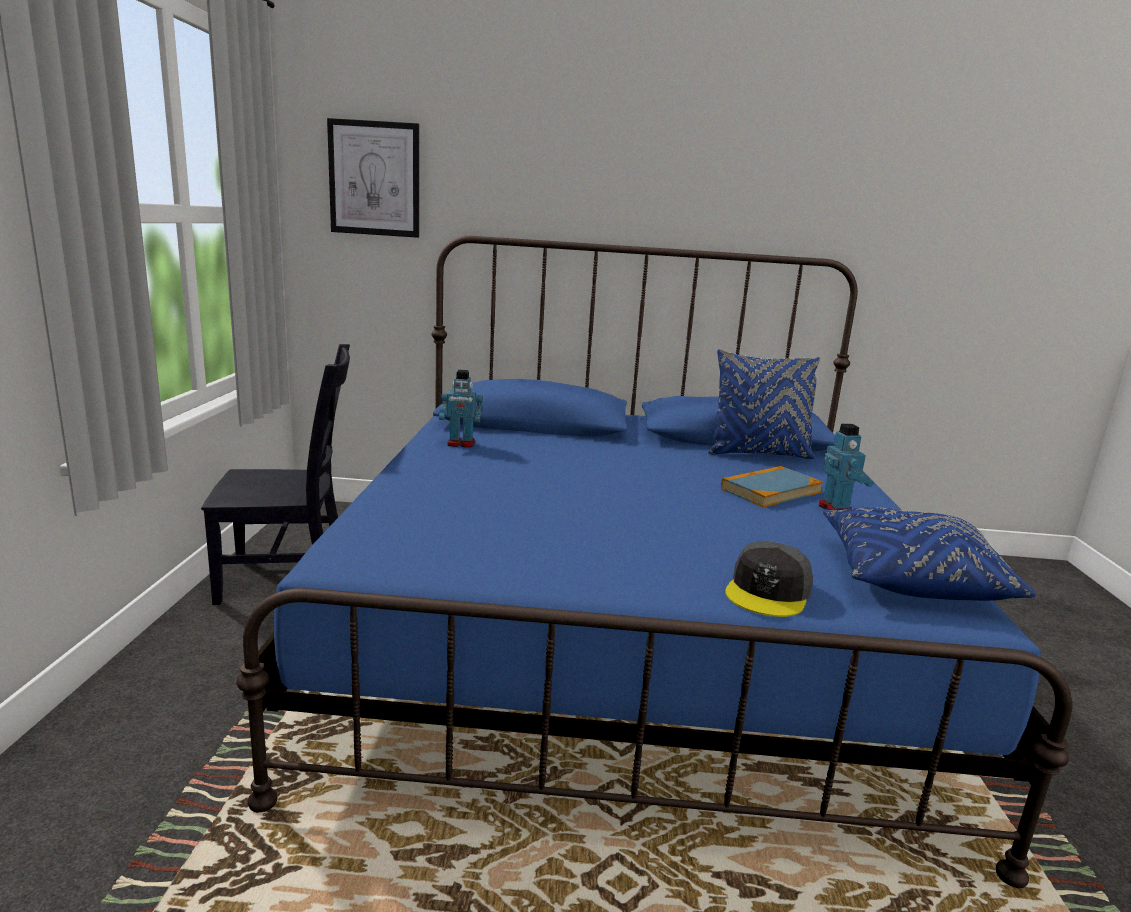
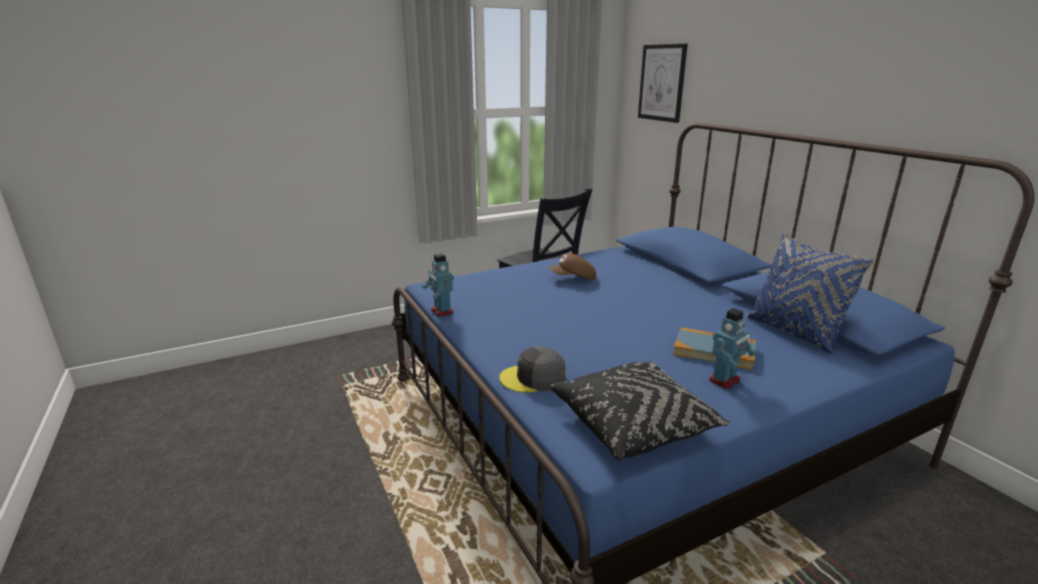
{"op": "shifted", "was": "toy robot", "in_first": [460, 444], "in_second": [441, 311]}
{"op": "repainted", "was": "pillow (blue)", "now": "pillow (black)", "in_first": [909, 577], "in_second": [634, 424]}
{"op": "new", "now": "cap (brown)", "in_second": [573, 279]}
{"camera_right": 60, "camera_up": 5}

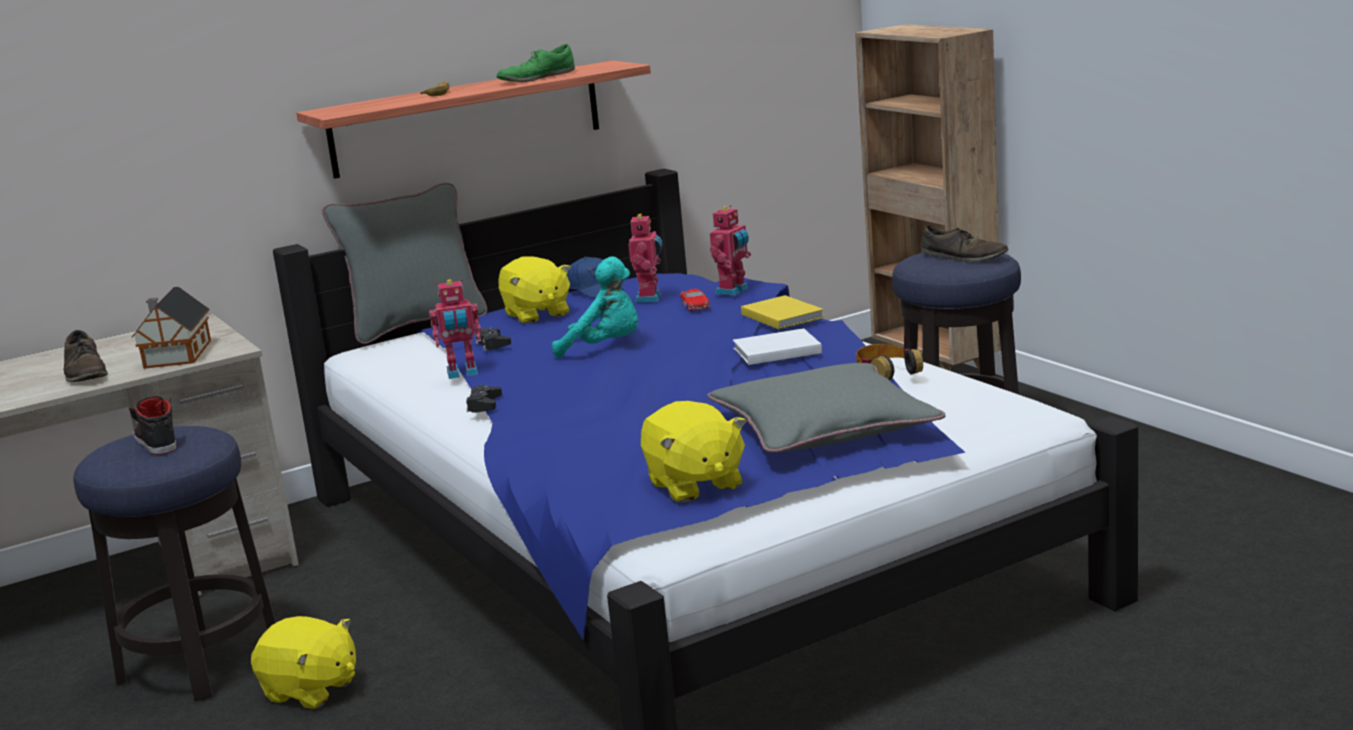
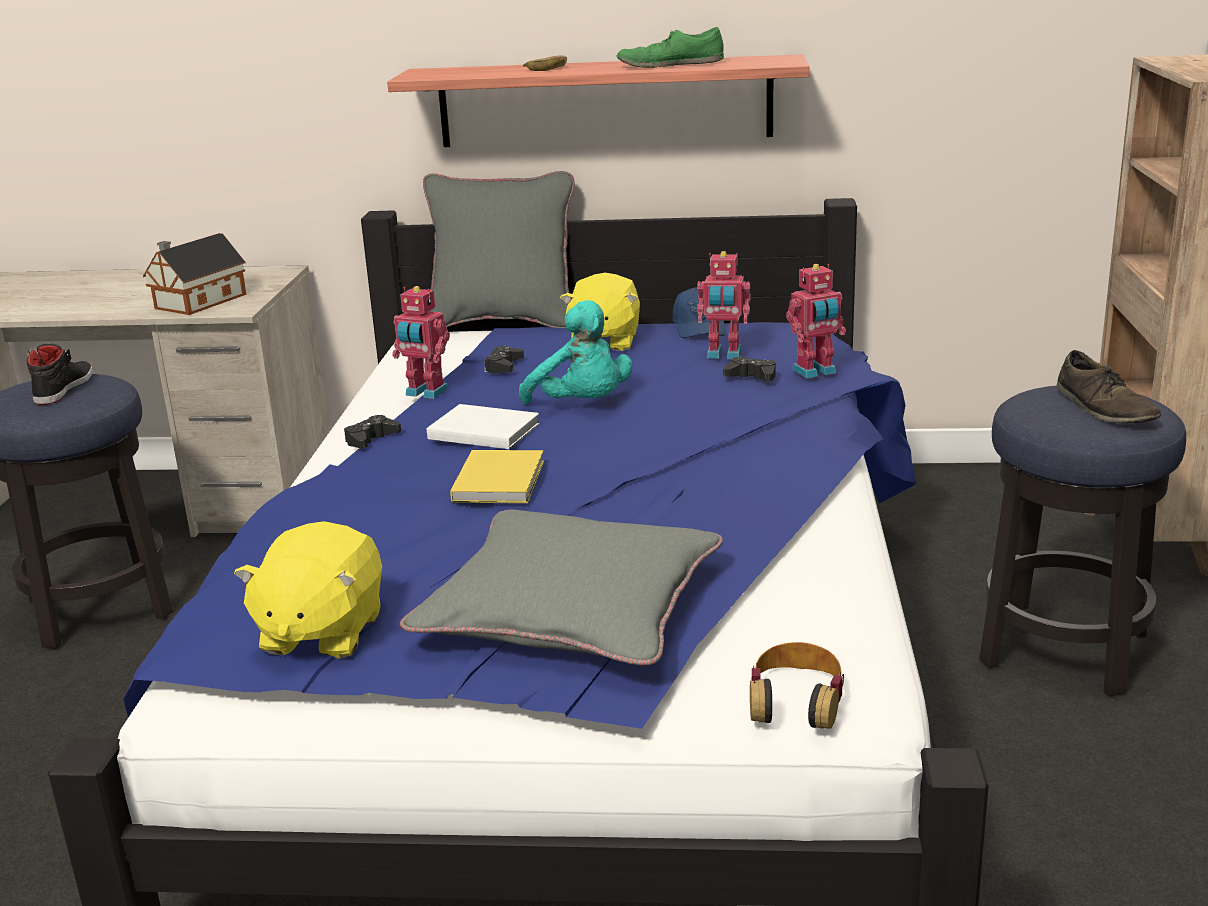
{"op": "gone", "was": "shoe (brown)", "in_first": [86, 372]}
{"op": "gone", "was": "plush toy (yellow)", "in_first": [311, 690]}
{"op": "rotated", "was": "toy robot", "in_first": [650, 298], "in_second": [724, 355], "clockwise": 60}
{"op": "swapped", "was": "toy car (red)", "now": "game controller (black)", "in_first": [695, 303], "in_second": [751, 376]}
{"op": "shifted", "was": "book (white)", "in_first": [774, 351], "in_second": [482, 430]}
{"op": "shifted", "was": "book (yellow)", "in_first": [782, 315], "in_second": [501, 480]}
{"op": "shifted", "was": "headphones", "in_first": [887, 370], "in_second": [796, 699]}
{"camera_right": 35, "camera_up": 5}

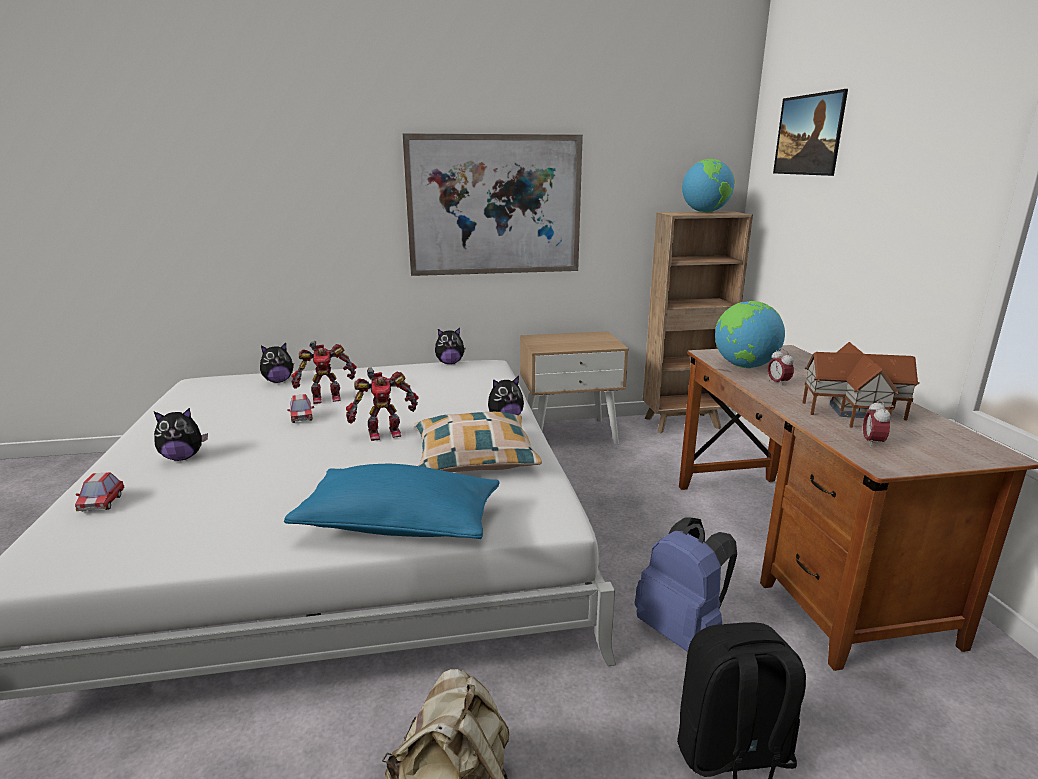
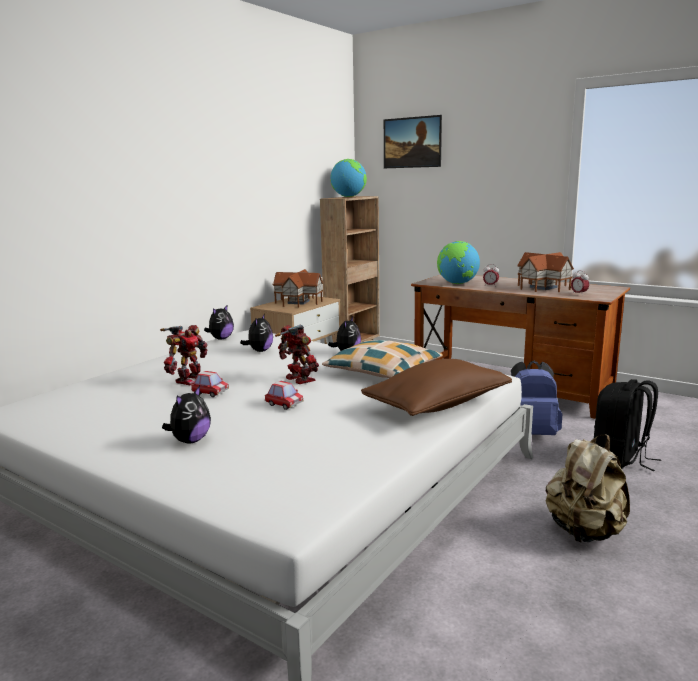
{"op": "shifted", "was": "toy car", "in_first": [102, 503], "in_second": [284, 404]}
{"op": "shifted", "was": "plush toy", "in_first": [278, 381], "in_second": [259, 351]}
{"op": "repainted", "was": "pillow (blue)", "now": "pillow (brown)", "in_first": [399, 525], "in_second": [437, 405]}
{"op": "rotated", "was": "toy robot", "in_first": [384, 433], "in_second": [298, 380], "clockwise": -60}
{"op": "gone", "was": "picture", "in_first": [495, 206]}
{"op": "new", "now": "toy house", "in_second": [299, 302]}
{"camera_right": -45, "camera_up": -5}

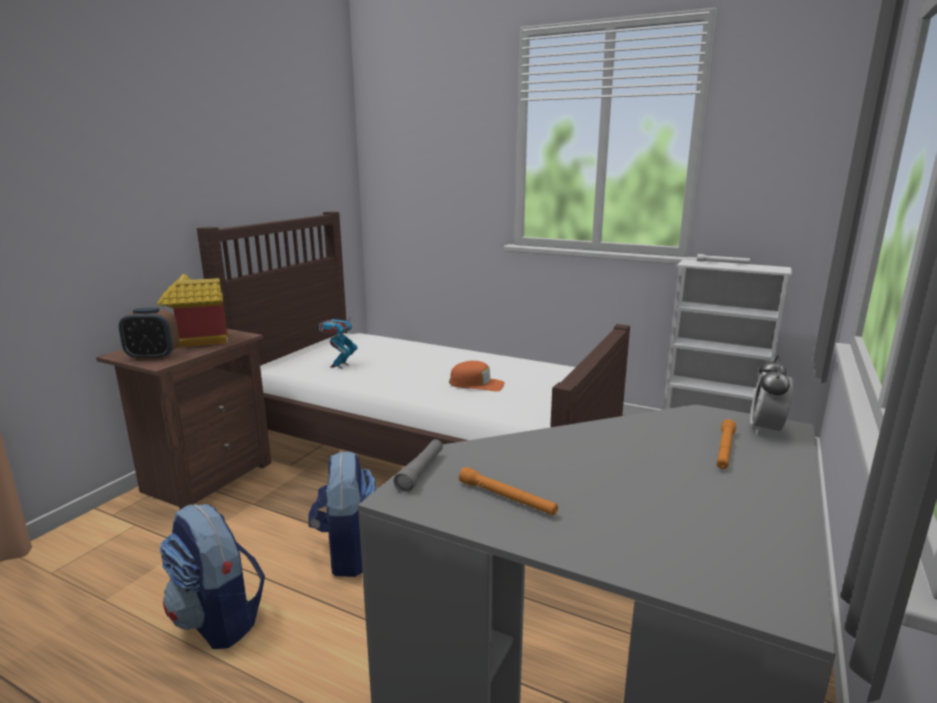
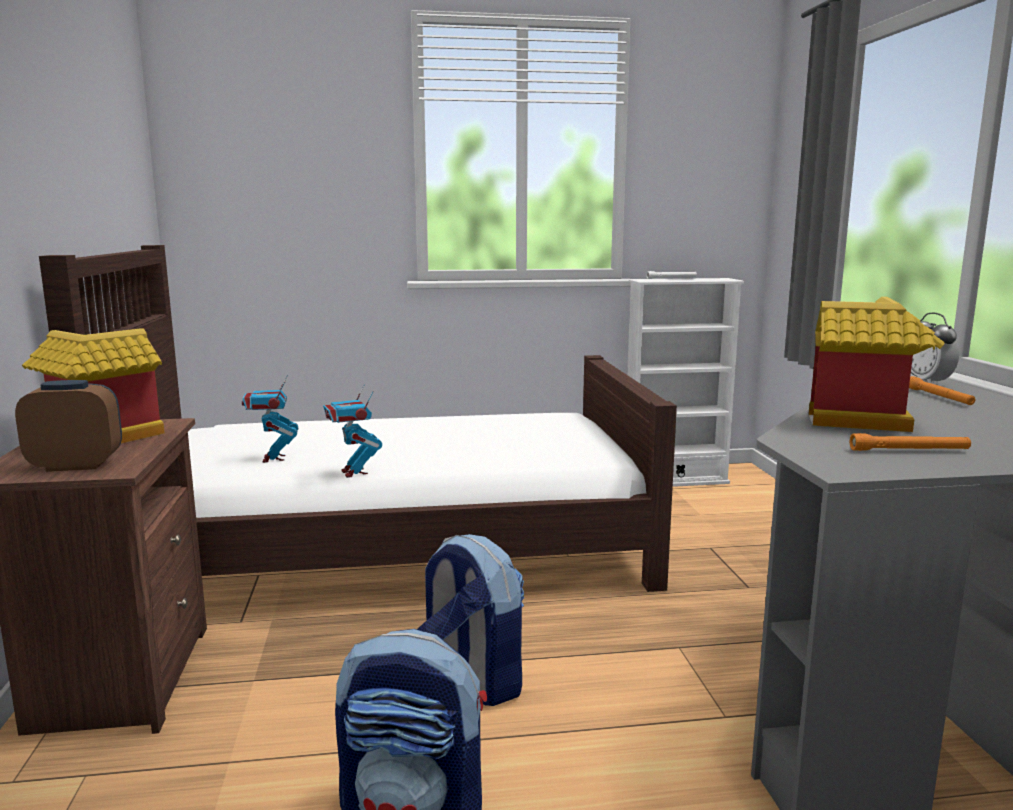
{"op": "rotated", "was": "alarm clock", "in_first": [153, 356], "in_second": [76, 465], "clockwise": -150}
{"op": "gone", "was": "flashlight (grey)", "in_first": [421, 472]}
{"op": "gone", "was": "cap (orange)", "in_first": [477, 384]}
{"op": "new", "now": "toy robot", "in_second": [354, 472]}
{"op": "new", "now": "toy house", "in_second": [866, 421]}
{"camera_right": -35, "camera_up": -5}

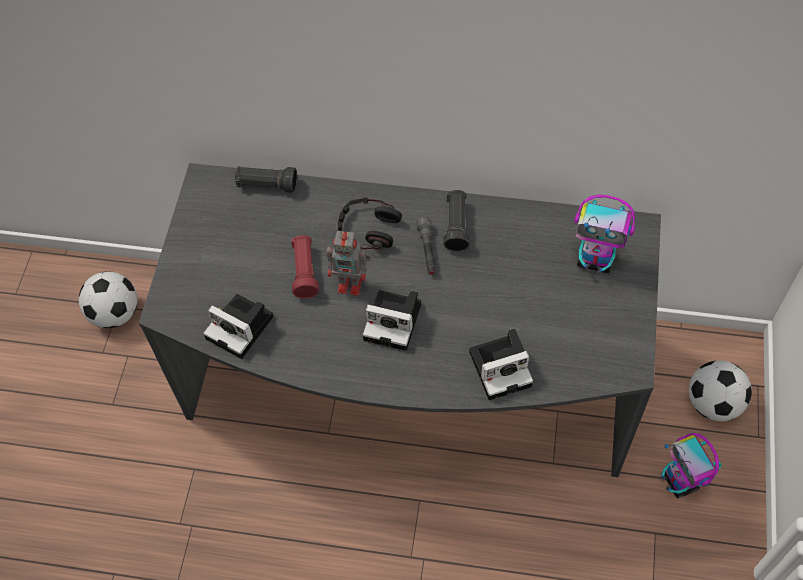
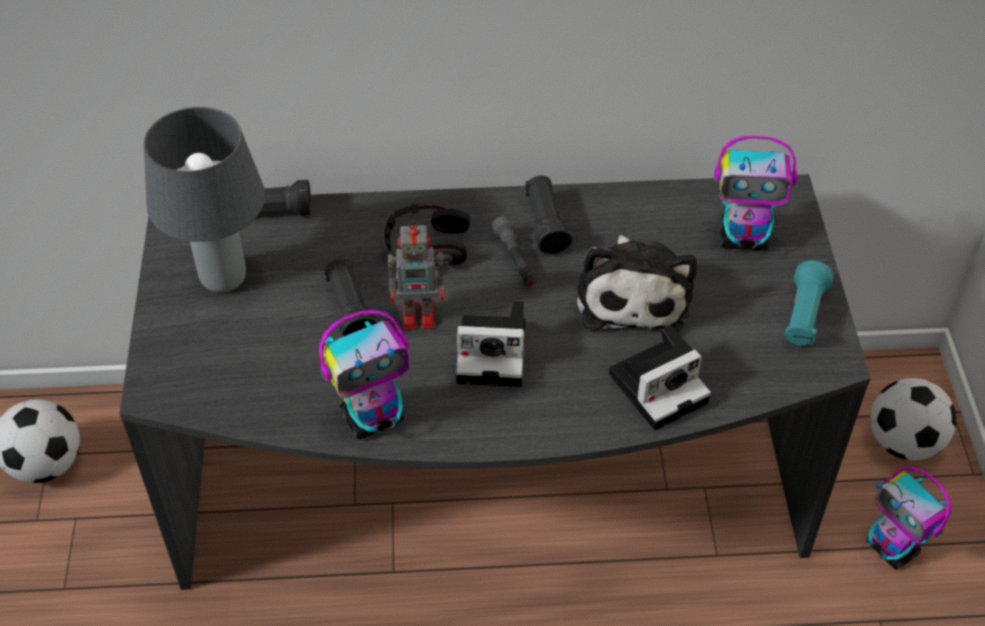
{"op": "gone", "was": "photo camera", "in_first": [242, 328]}
{"op": "repainted", "was": "flashlight (red)", "now": "flashlight (black)", "in_first": [305, 272], "in_second": [350, 310]}
{"op": "new", "now": "table lamp (grey)", "in_second": [222, 279]}
{"op": "new", "now": "toy robot", "in_second": [373, 417]}
{"op": "new", "now": "plush toy", "in_second": [633, 294]}
{"op": "new", "now": "flashlight (turquoise)", "in_second": [803, 317]}
{"camera_right": -15, "camera_up": -10}

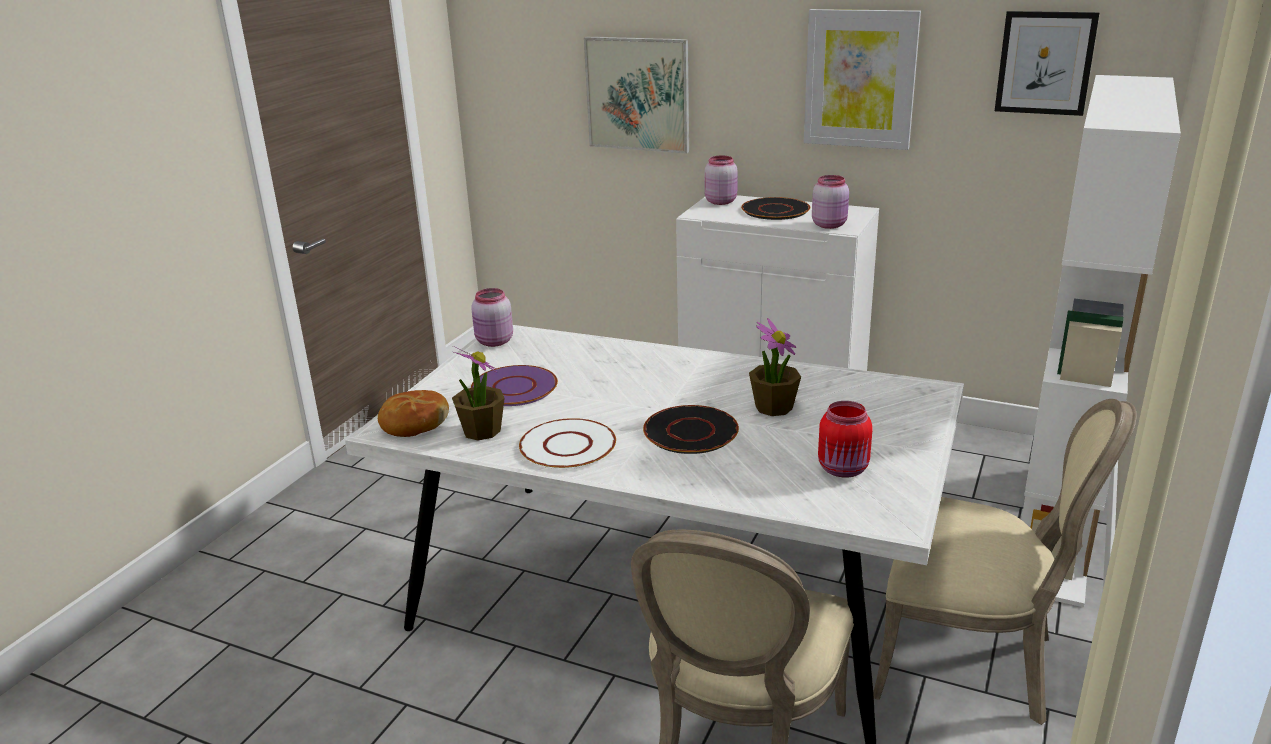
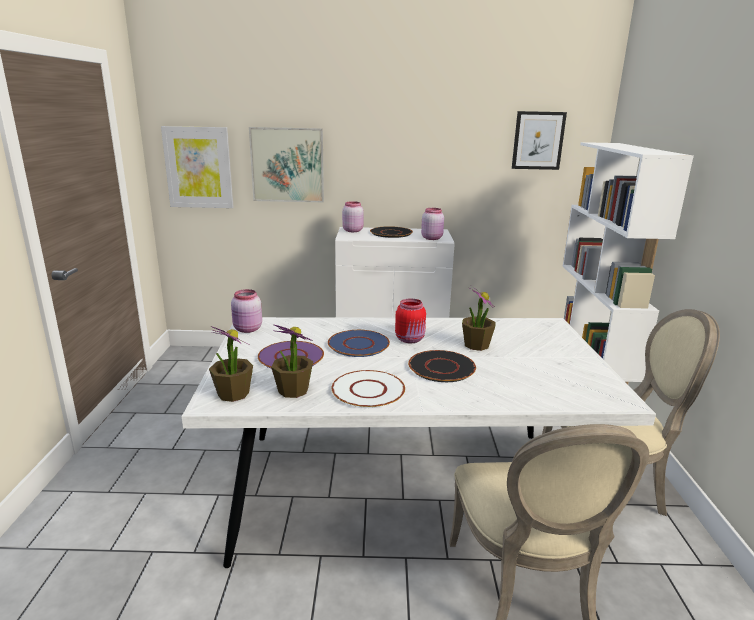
{"op": "swapped", "was": "bread", "now": "potted plant", "in_first": [414, 423], "in_second": [233, 394]}
{"op": "shifted", "was": "picture", "in_first": [860, 79], "in_second": [198, 167]}
{"op": "shifted", "was": "jar (red)", "in_first": [844, 469], "in_second": [410, 339]}
{"op": "new", "now": "plate (blue)", "in_second": [359, 344]}
{"camera_right": -25, "camera_up": -5}

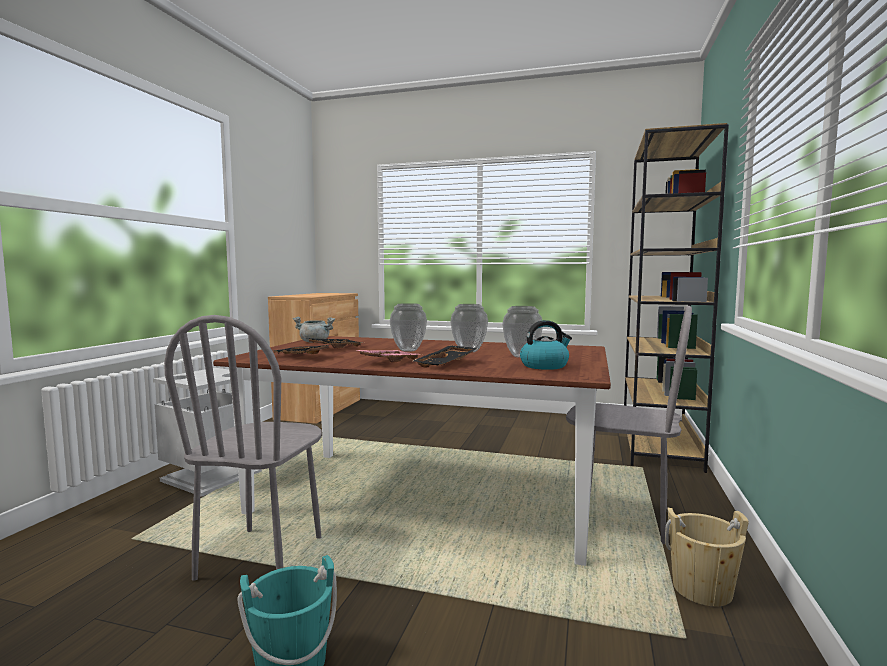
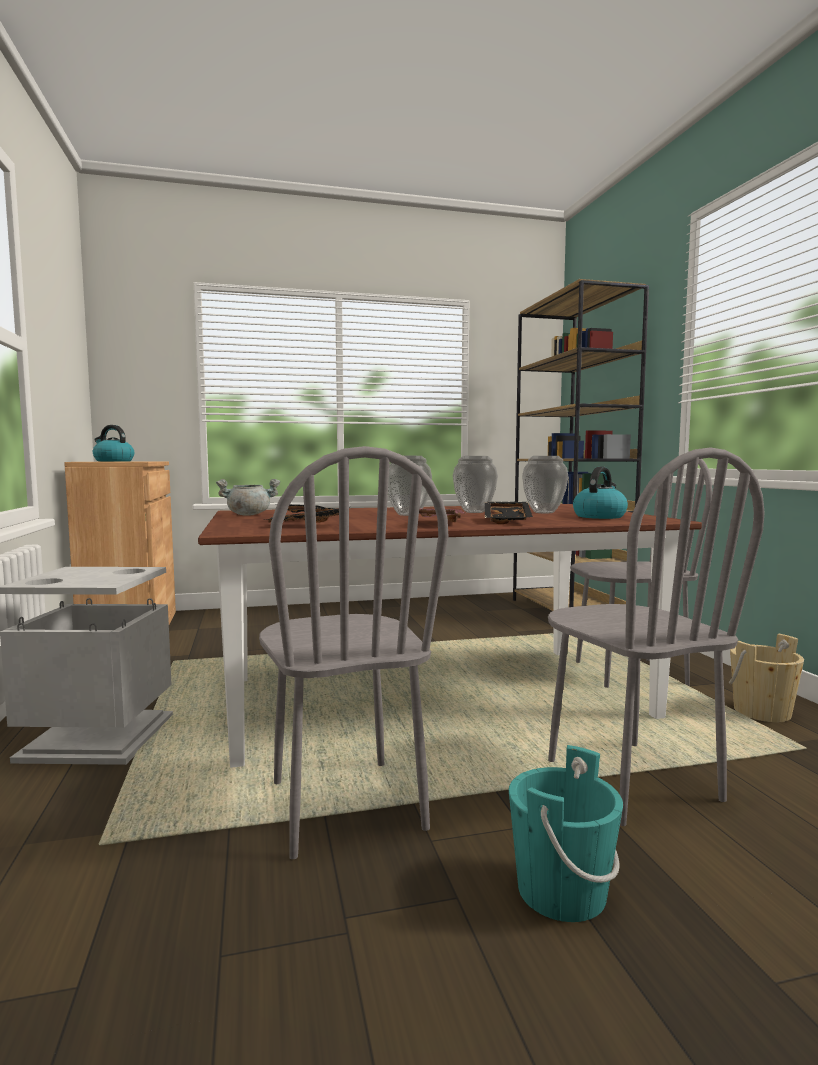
{"op": "new", "now": "kettle", "in_second": [113, 461]}
{"op": "new", "now": "chair (grey)", "in_second": [630, 780]}
{"camera_right": -30, "camera_up": 0}

